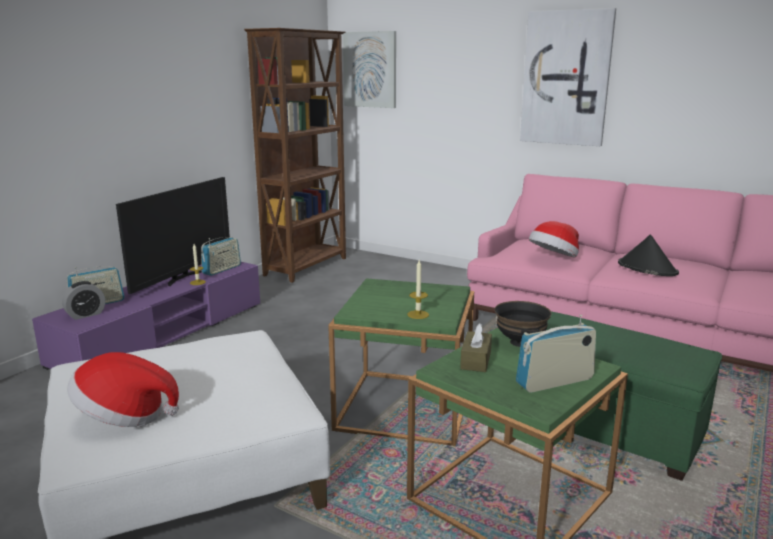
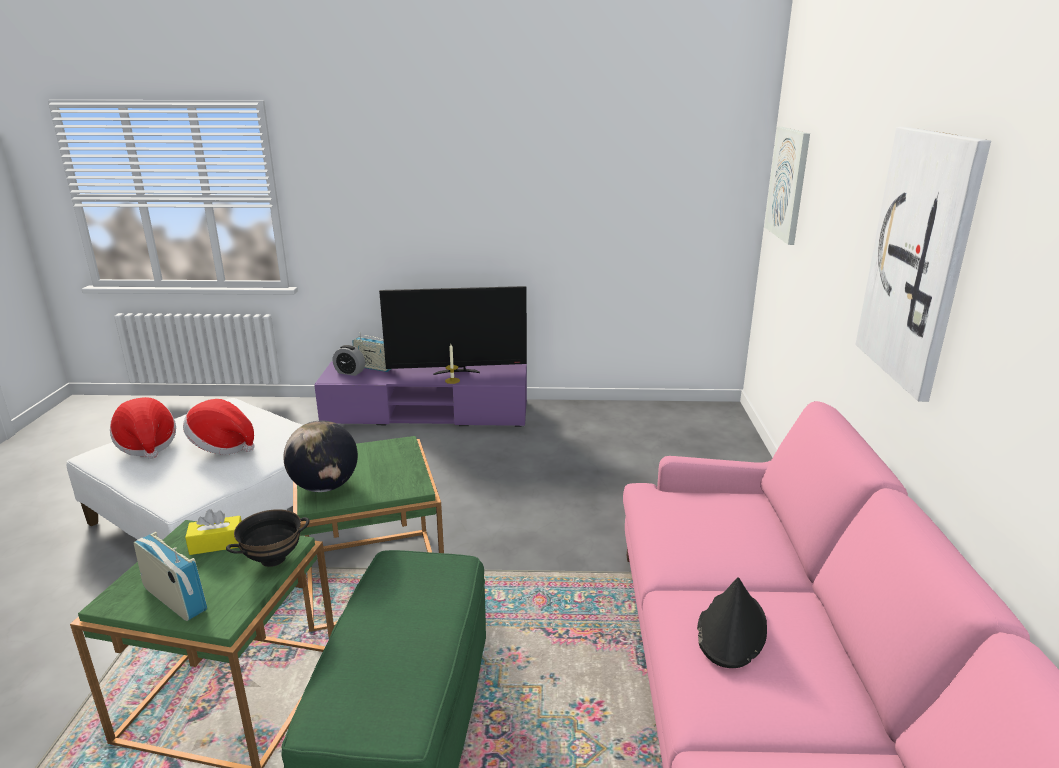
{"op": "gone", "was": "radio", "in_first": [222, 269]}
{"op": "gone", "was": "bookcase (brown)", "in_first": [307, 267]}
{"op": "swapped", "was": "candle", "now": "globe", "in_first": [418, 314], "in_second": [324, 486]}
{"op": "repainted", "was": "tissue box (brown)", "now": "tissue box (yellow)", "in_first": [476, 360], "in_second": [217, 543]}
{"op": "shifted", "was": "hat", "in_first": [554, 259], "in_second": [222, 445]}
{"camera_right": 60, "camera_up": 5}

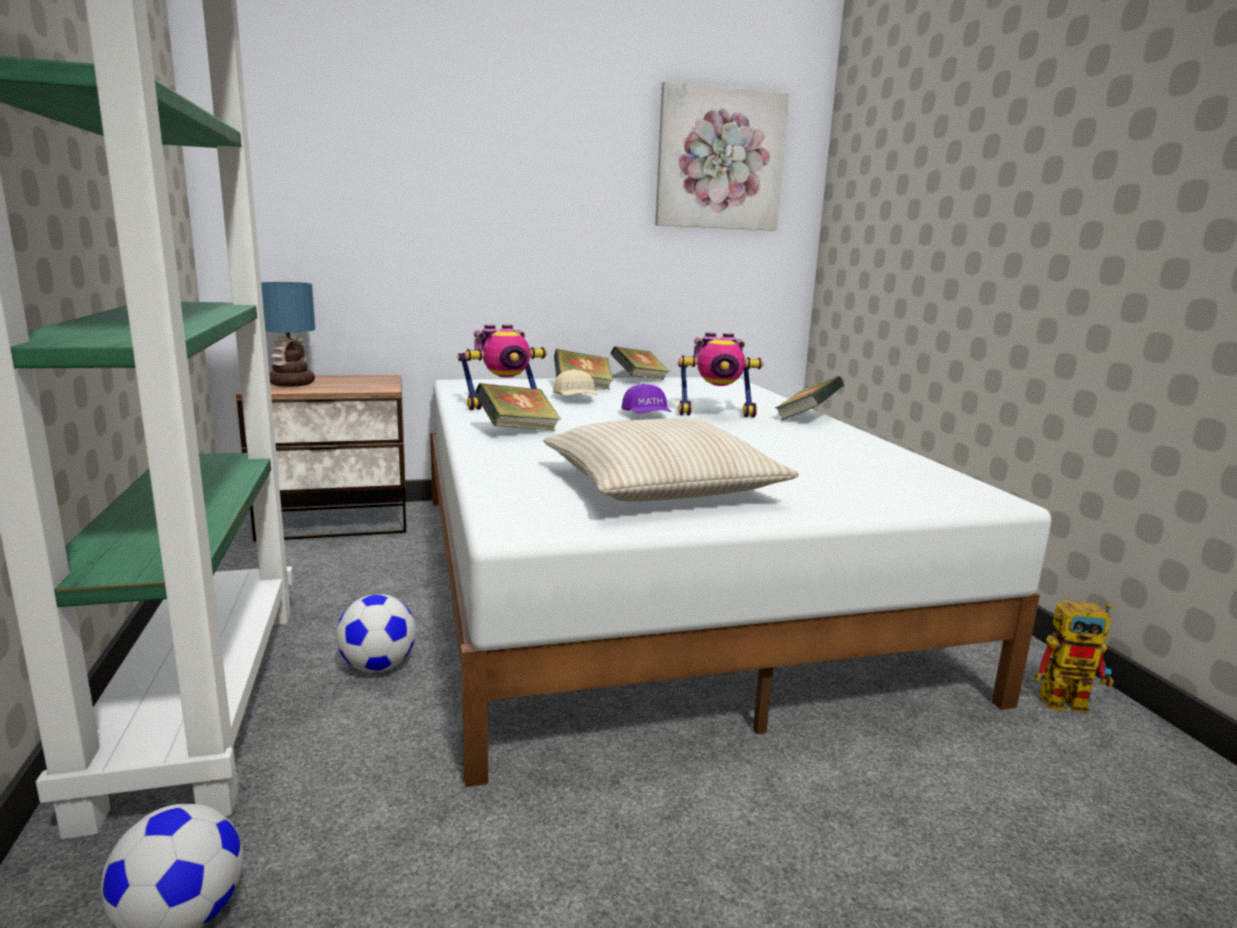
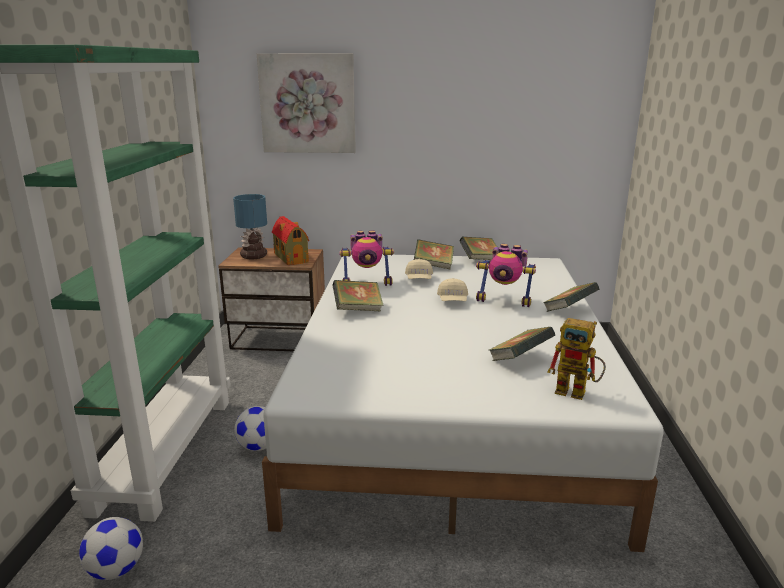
{"op": "gone", "was": "pillow (beige)", "in_first": [660, 486]}
{"op": "repainted", "was": "cap (purple)", "now": "cap (beige)", "in_first": [646, 416], "in_second": [453, 300]}
{"op": "shifted", "was": "picture", "in_first": [719, 160], "in_second": [308, 103]}
{"op": "shifted", "was": "toy robot", "in_first": [1072, 701], "in_second": [577, 392]}
{"op": "new", "now": "toy house", "in_second": [290, 257]}
{"op": "new", "now": "book", "in_second": [519, 360]}
{"camera_right": 20, "camera_up": 5}

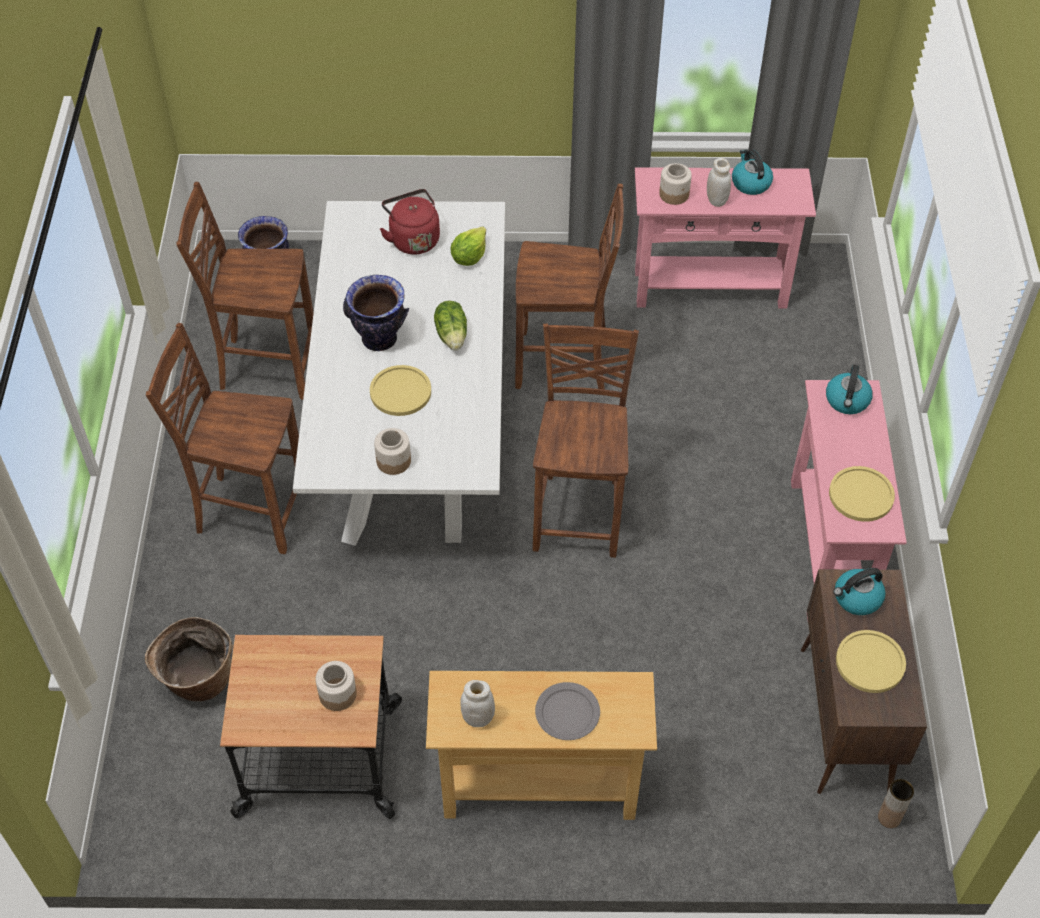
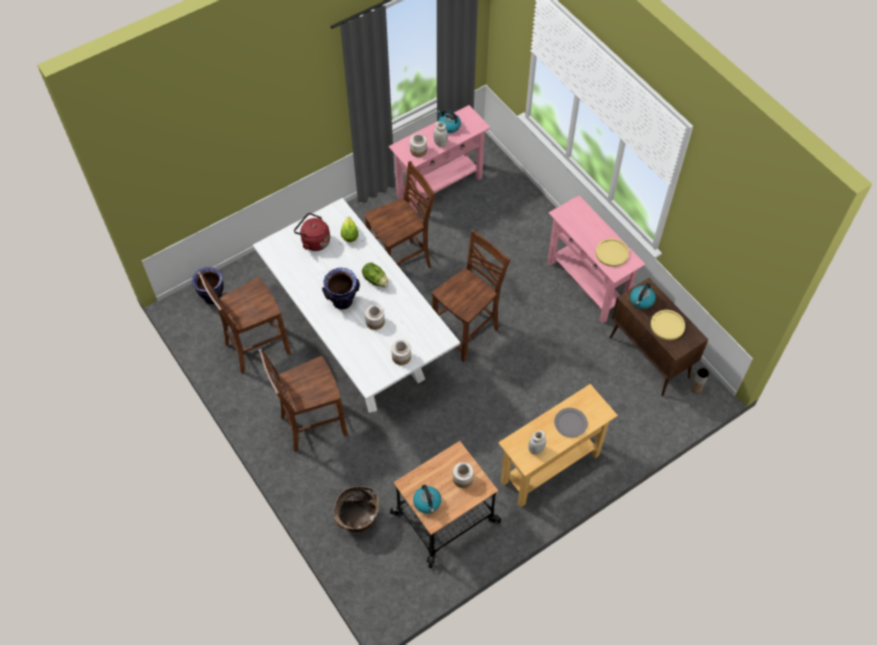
{"op": "swapped", "was": "plate (yellow)", "now": "jar", "in_first": [400, 392], "in_second": [375, 322]}
{"op": "rotated", "was": "chair (brown)", "in_first": [580, 513], "in_second": [467, 332], "clockwise": 75}
{"op": "shifted", "was": "kettle", "in_first": [847, 401], "in_second": [427, 502]}
{"camera_right": -35, "camera_up": 5}

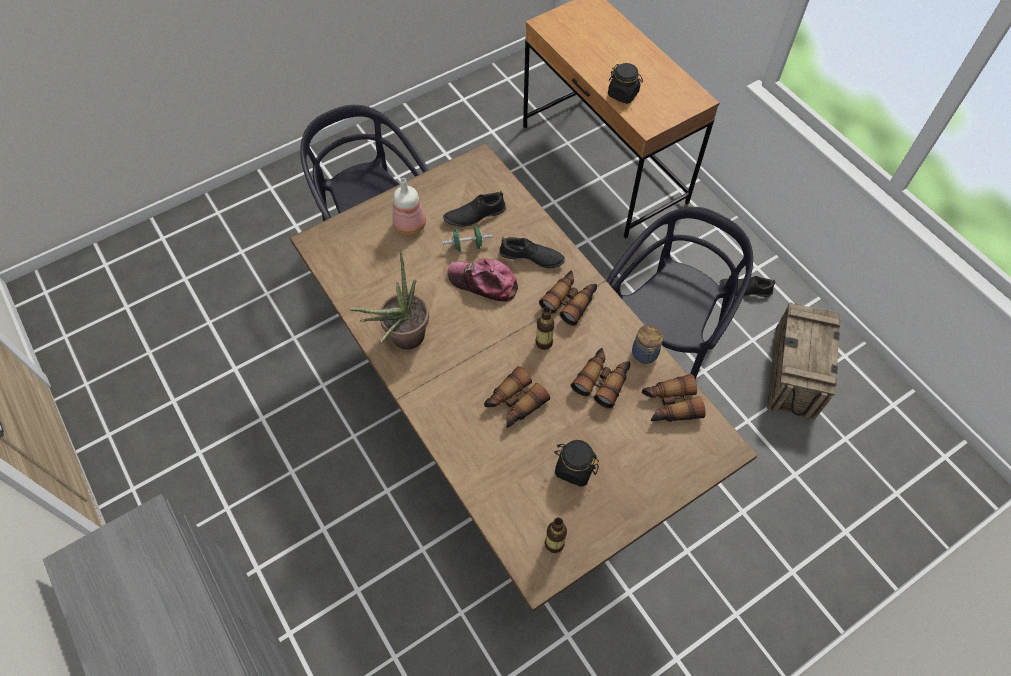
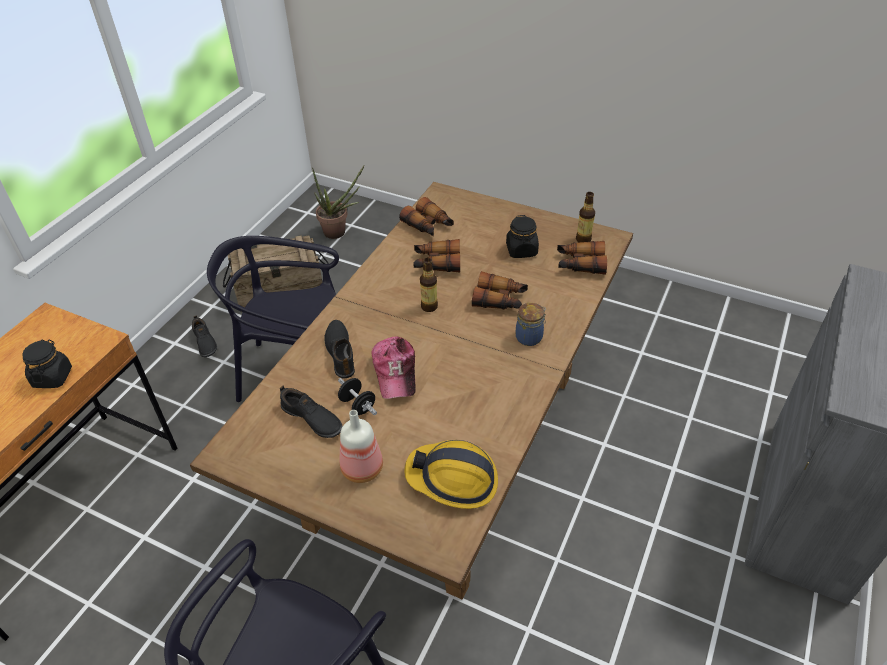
{"op": "shifted", "was": "potted plant", "in_first": [403, 340], "in_second": [339, 232]}
{"op": "repainted", "was": "dumbbell (green)", "now": "dumbbell (black)", "in_first": [468, 245], "in_second": [358, 405]}
{"op": "shifted", "was": "binoculars", "in_first": [570, 301], "in_second": [580, 264]}
{"op": "shifted", "was": "jar", "in_first": [644, 354], "in_second": [530, 337]}
{"op": "new", "now": "hard hat", "in_second": [453, 480]}
{"camera_right": -120, "camera_up": -15}

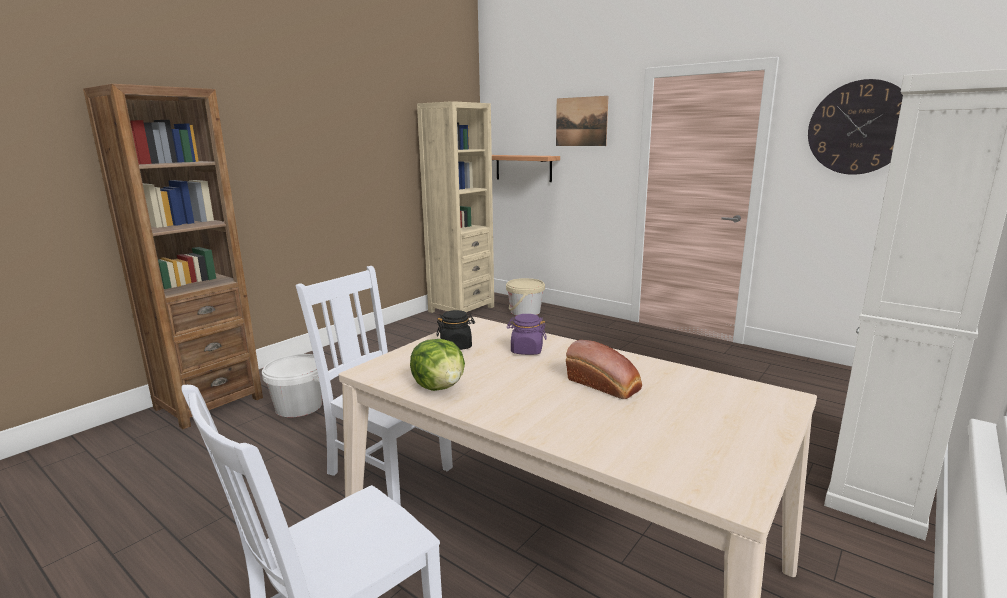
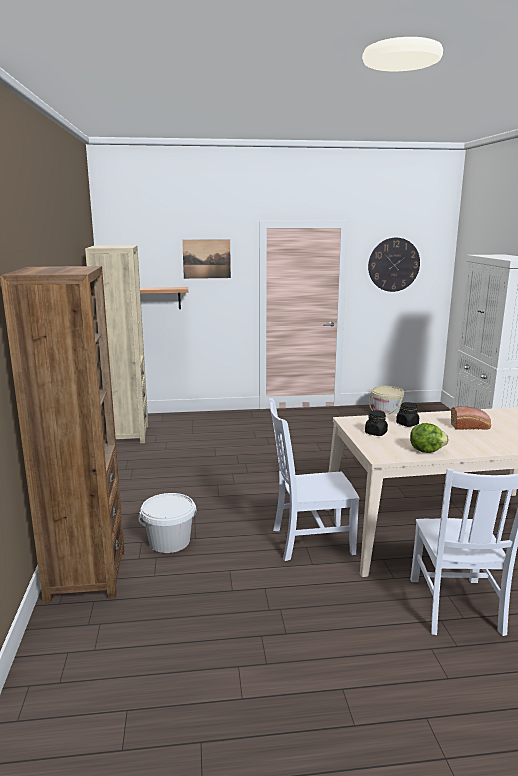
{"op": "shifted", "was": "bucket (beige)", "in_first": [525, 312], "in_second": [386, 414]}
{"op": "repainted", "was": "jar (purple)", "now": "jar (black)", "in_first": [526, 350], "in_second": [407, 424]}
{"camera_right": -45, "camera_up": 0}

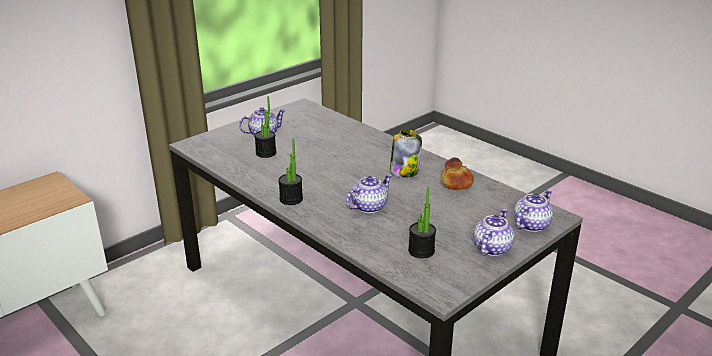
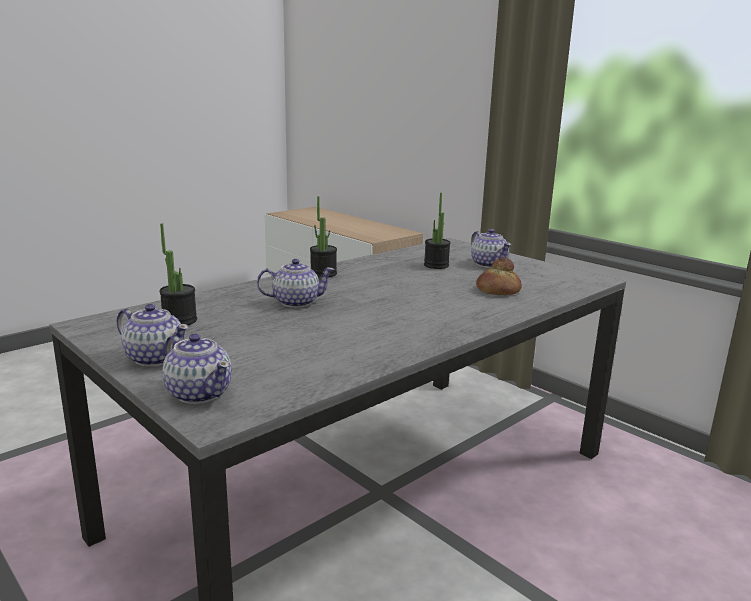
{"op": "rotated", "was": "teapot", "in_first": [368, 207], "in_second": [295, 302], "clockwise": -60}
{"op": "gone", "was": "jar", "in_first": [404, 171]}
{"op": "shifted", "was": "bread", "in_first": [457, 183], "in_second": [498, 291]}
{"camera_right": 90, "camera_up": -10}

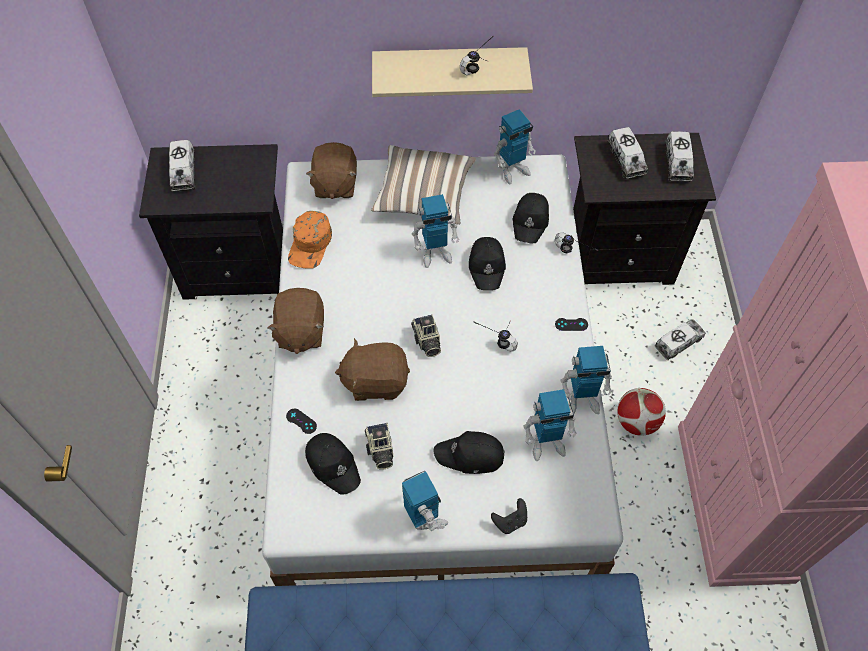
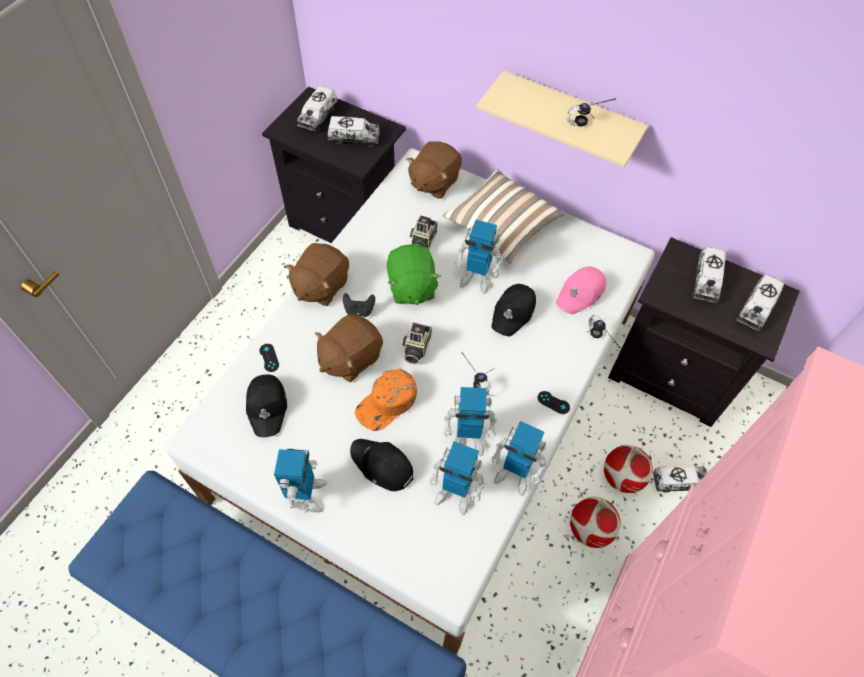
{"op": "shifted", "was": "cap (orange)", "in_first": [310, 244], "in_second": [387, 403]}
{"op": "rotated", "was": "plush toy (brown)", "in_first": [375, 381], "in_second": [350, 358], "clockwise": -75}
{"op": "shifted", "was": "photo camera", "in_first": [380, 450], "in_second": [422, 241]}
{"op": "shifted", "was": "game controller (black)", "in_first": [510, 521], "in_second": [359, 310]}
{"op": "shifted", "was": "toy robot", "in_first": [512, 170], "in_second": [467, 439]}
{"op": "repainted", "was": "cap (black)", "now": "cap (pink)", "in_first": [531, 221], "in_second": [581, 293]}
{"op": "new", "now": "toy truck", "in_second": [354, 138]}
{"op": "new", "now": "plush toy (green)", "in_second": [411, 287]}
{"op": "new", "now": "football", "in_second": [622, 477]}
{"camera_right": 30, "camera_up": 0}

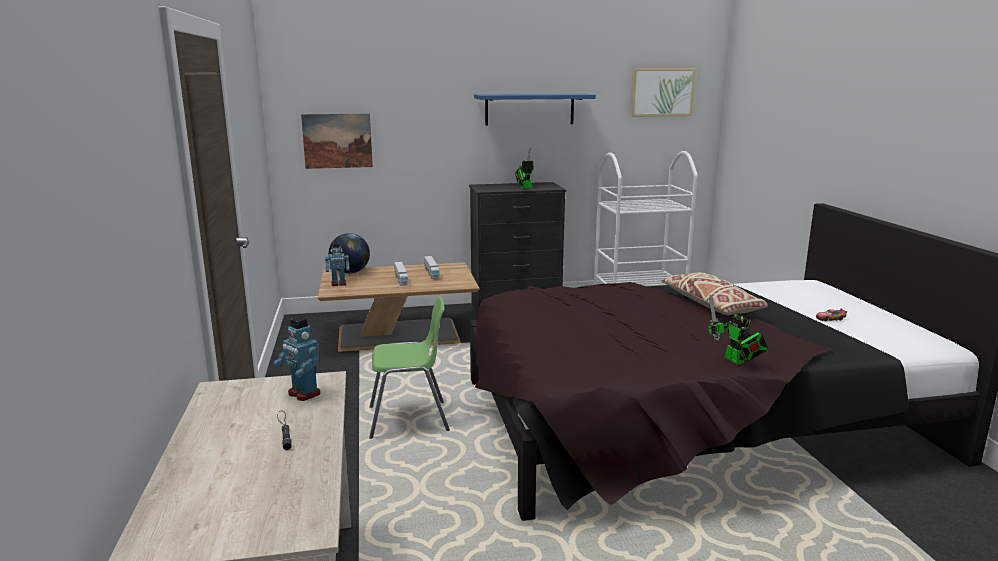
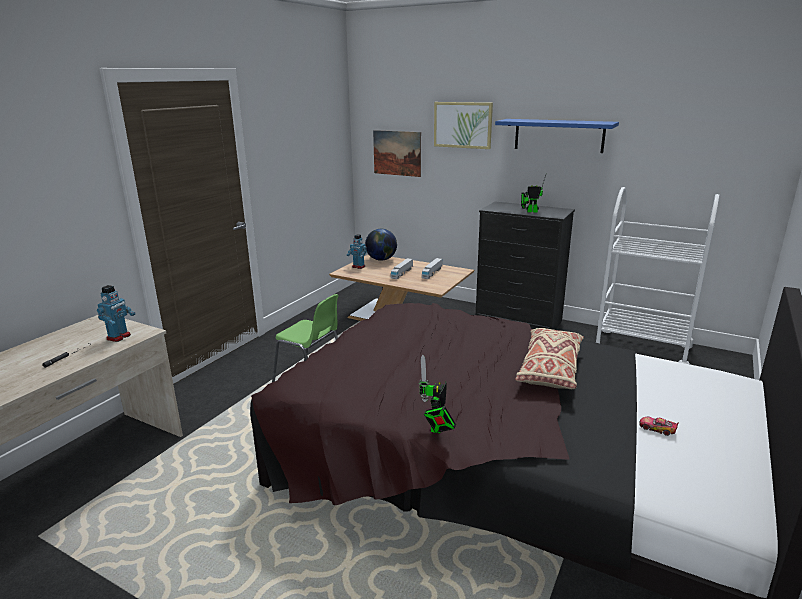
{"op": "rotated", "was": "toy robot", "in_first": [303, 394], "in_second": [119, 337], "clockwise": -150}
{"op": "shifted", "was": "picture", "in_first": [662, 92], "in_second": [462, 125]}
{"camera_right": 40, "camera_up": 5}

